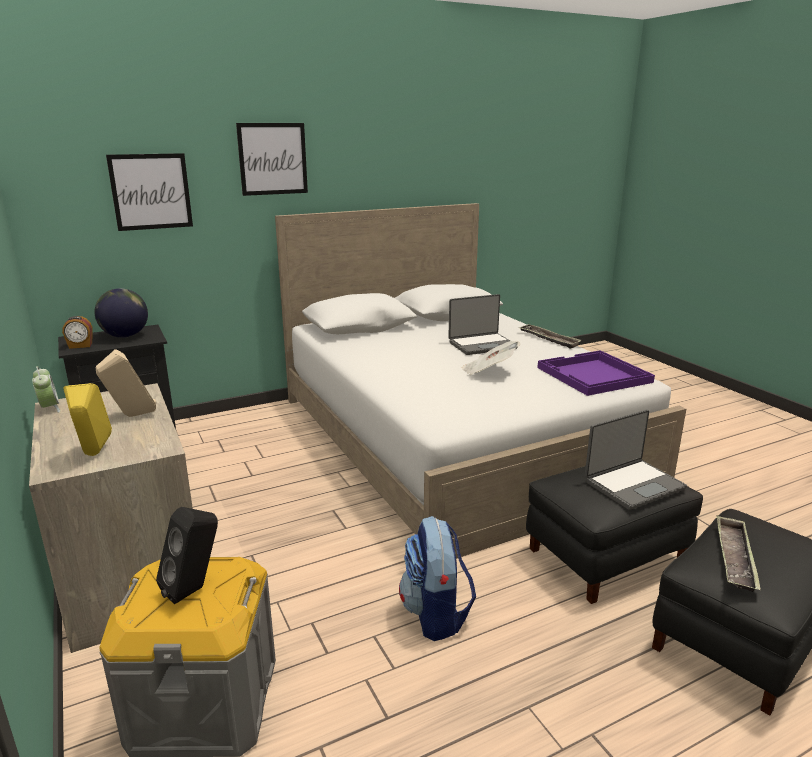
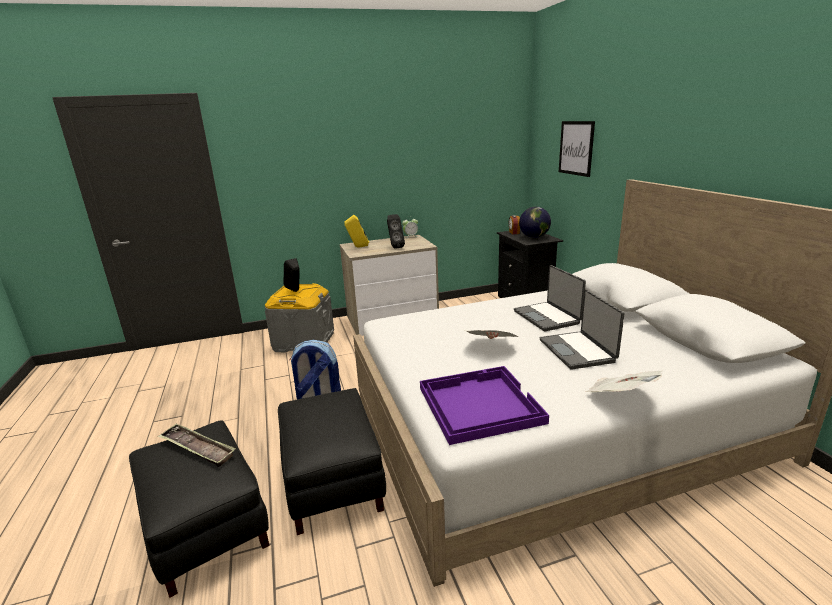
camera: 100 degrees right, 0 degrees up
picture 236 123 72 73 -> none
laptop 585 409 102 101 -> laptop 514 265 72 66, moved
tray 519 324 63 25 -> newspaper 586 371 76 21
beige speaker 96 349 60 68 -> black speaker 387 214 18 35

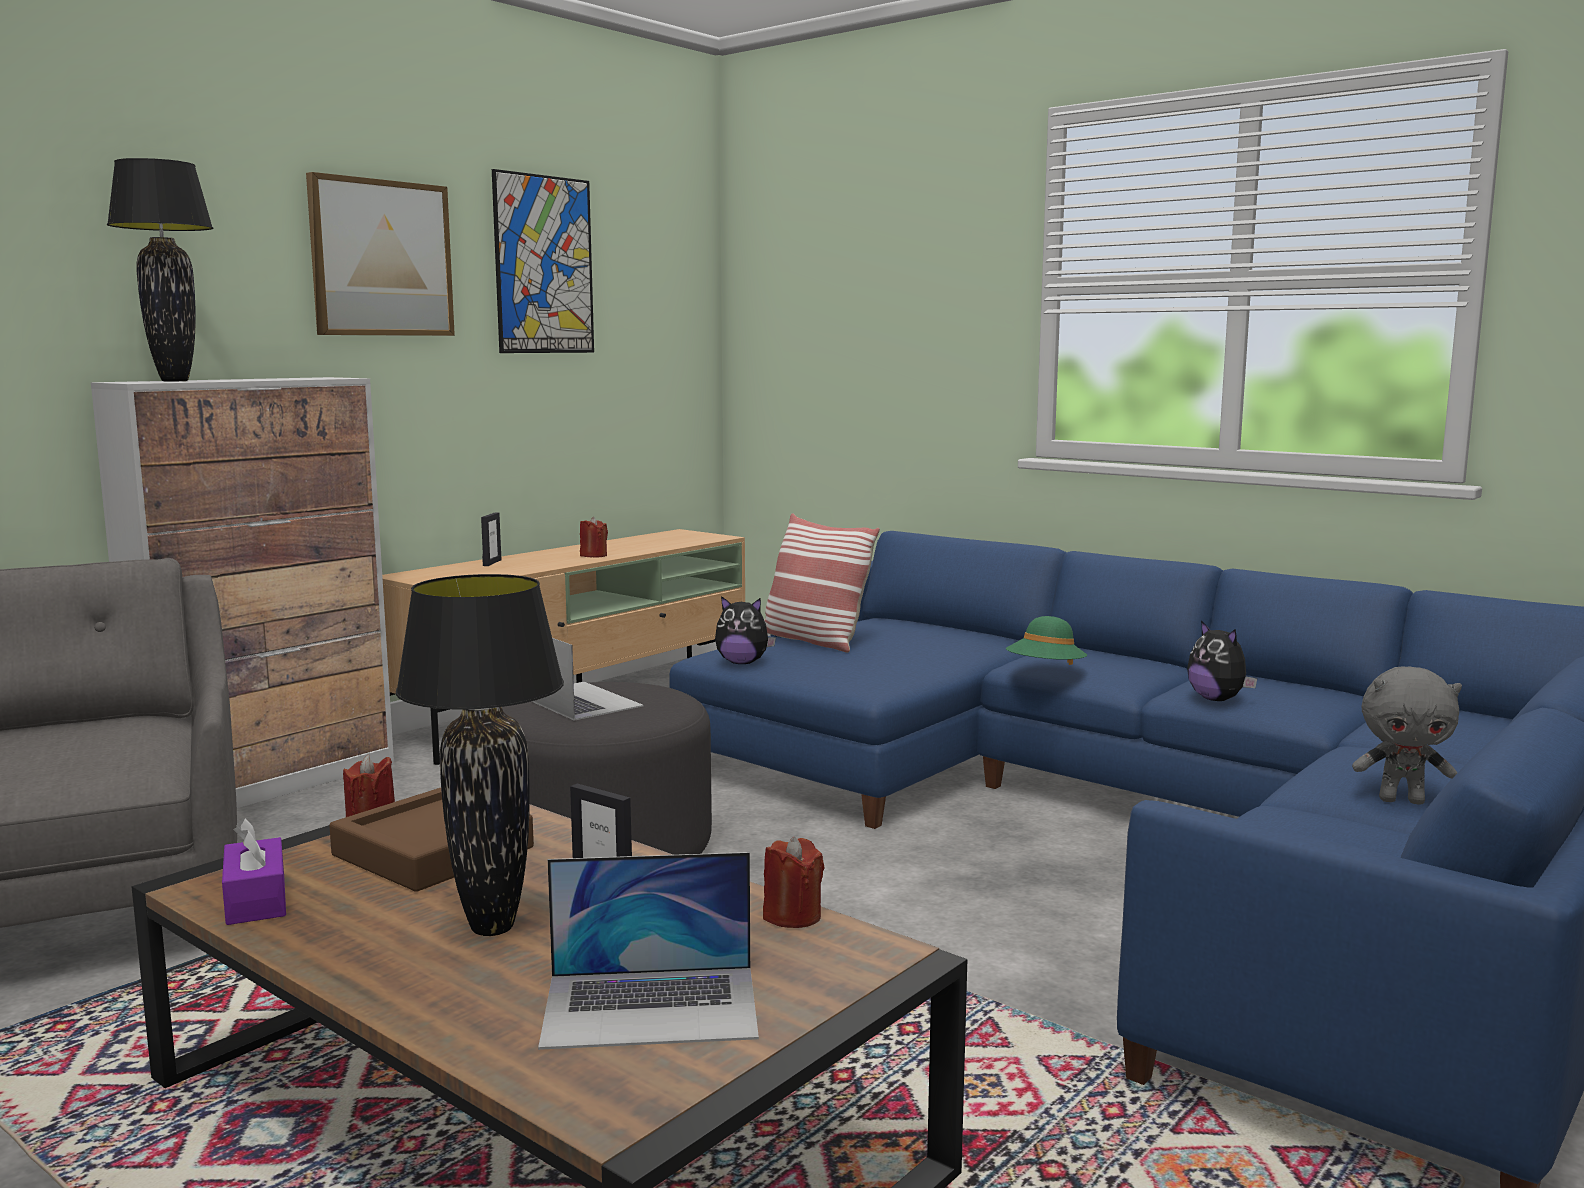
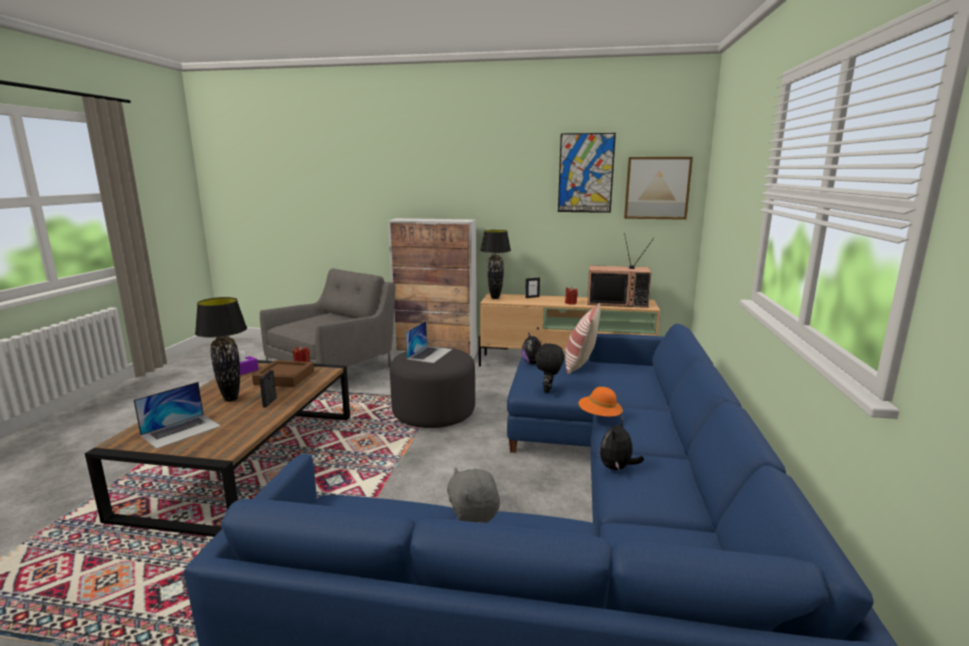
camera: 60 degrees right, 5 degrees up
red candle 763 837 62 91 -> none
none -> black plush toy 535 343 29 50
none -> television 587 233 67 75
black table lamp 107 158 107 223 -> black table lamp 480 230 31 69, moved
picture 306 172 149 164 -> picture 624 157 69 63, moved
green hat 1006 616 81 49 -> orange hat 578 387 45 32
laptop 538 852 221 198 -> laptop 134 382 87 67, 105 degrees counterclockwise

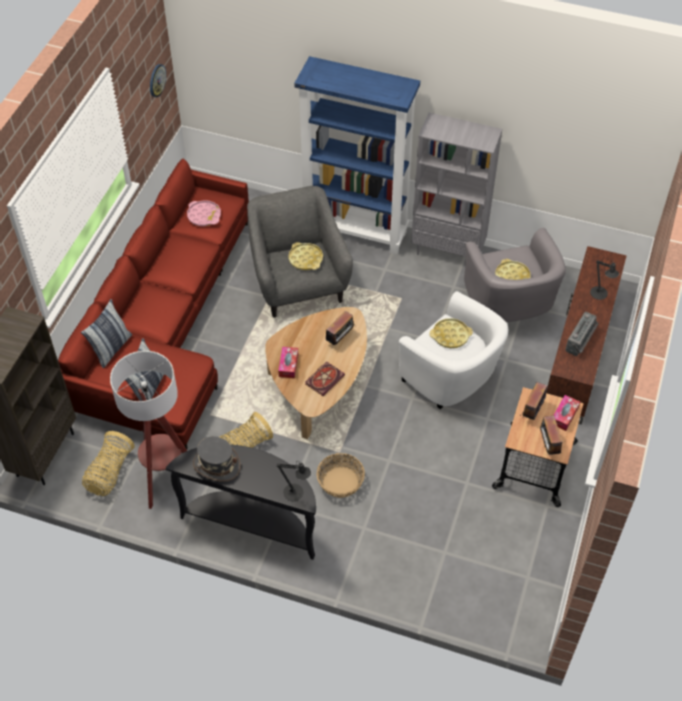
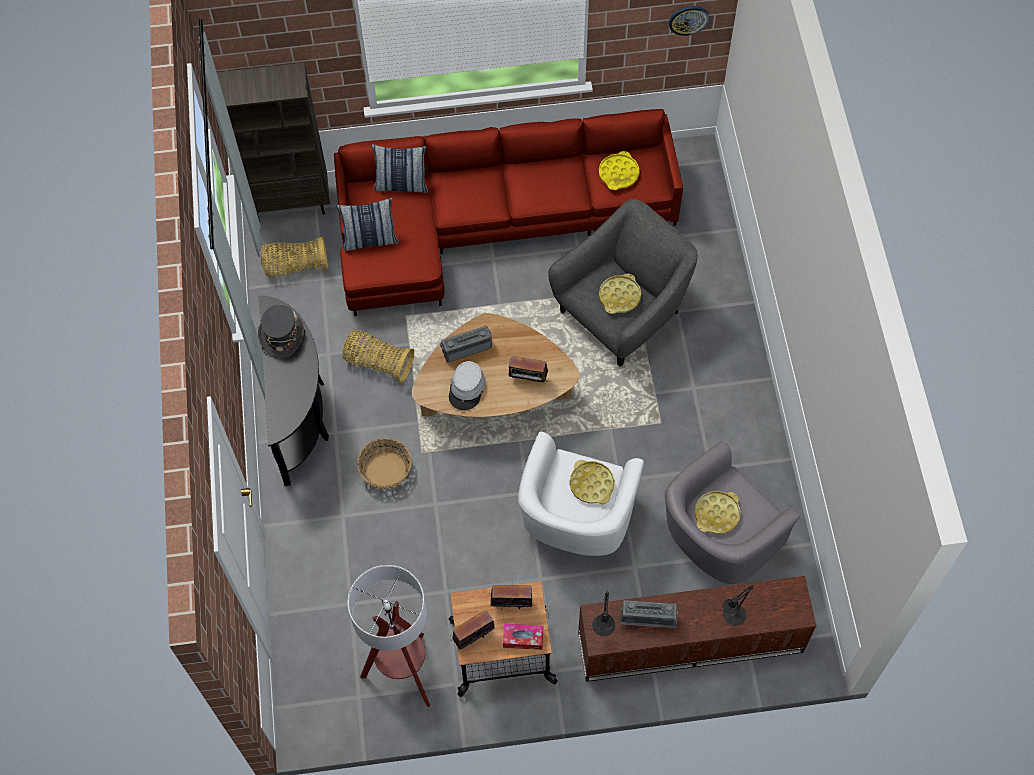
camera: 65 degrees right, 10 degrees up
blue bookcase 294 56 126 198 -> none
grey bookcase 411 113 91 143 -> none
floor lamp 110 351 77 158 -> floor lamp 348 565 82 142, moved
black table lamp 277 462 34 39 -> black table lamp 592 591 23 45, moved
tissue box 278 347 20 31 -> radio 440 325 52 37
book 306 362 39 34 -> grey hat 449 361 36 49
pink tray 187 200 34 26 -> yellow tray 599 151 40 39

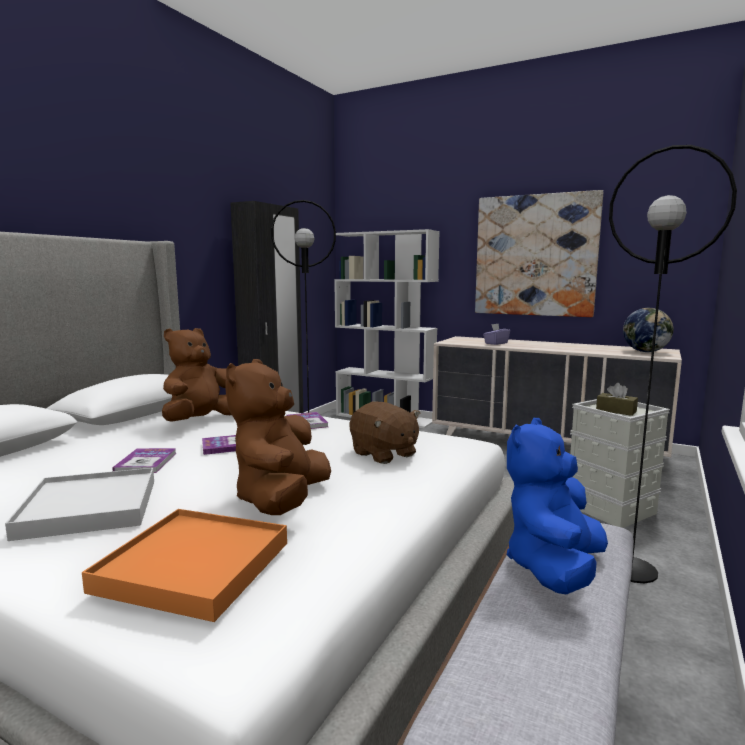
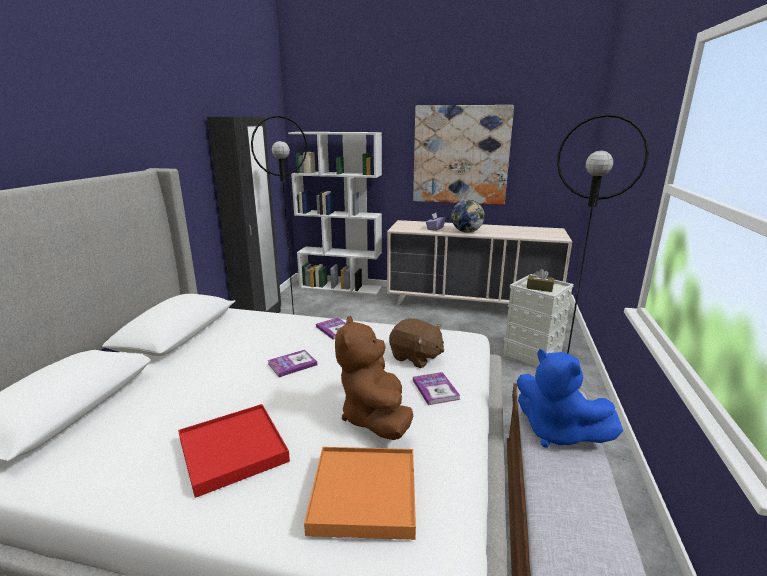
camera: 15 degrees left, 10 degrees up
brown plush toy 162 328 70 94 -> none
book 112 448 65 25 -> book 413 372 48 33, moved
globe 623 308 50 44 -> globe 451 200 34 33, moved
white tray 5 468 149 73 -> red tray 178 404 112 94
blue plush toy 507 418 101 177 -> blue plush toy 517 349 107 98, 60 degrees counterclockwise

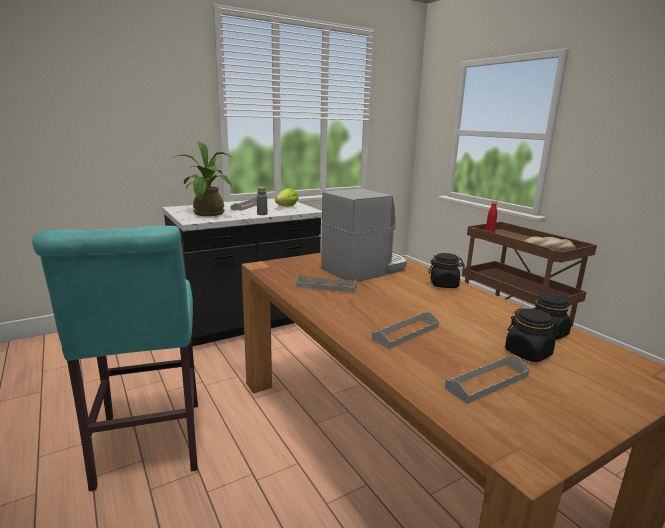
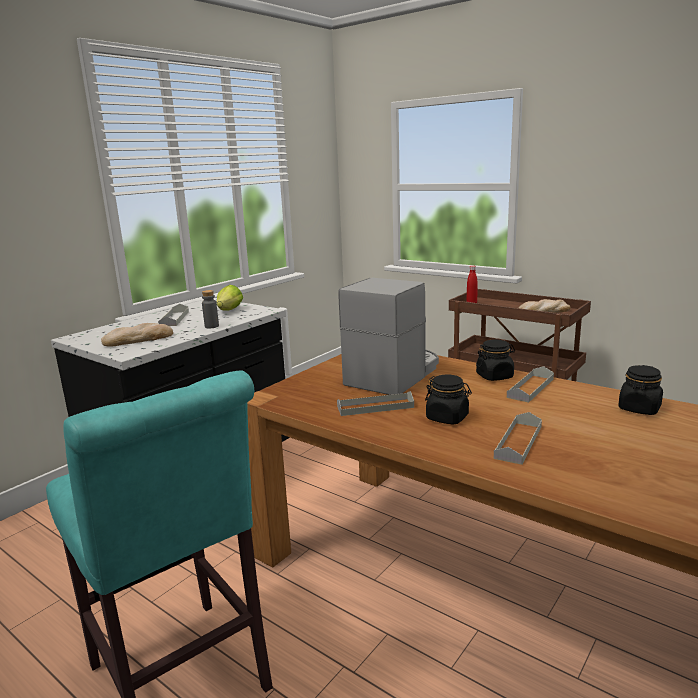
camera: 20 degrees left, 0 degrees up
grey tray 445 356 85 48 -> grey tray 507 366 47 37, moved
black jar 505 308 55 54 -> black jar 425 374 47 51, moved
potted plant 171 141 64 75 -> bread 101 323 72 23

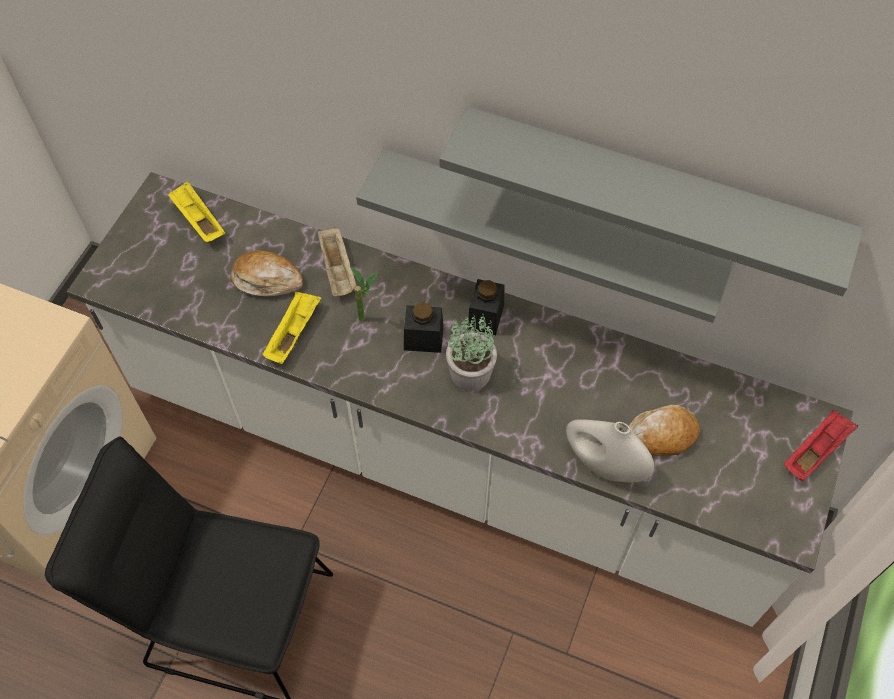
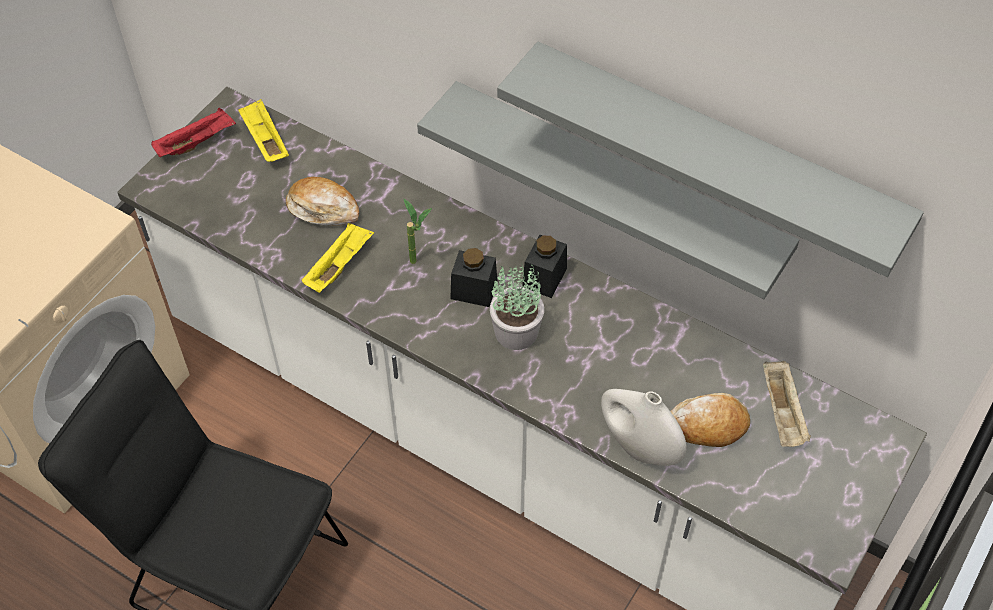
camera: 10 degrees right, 5 degrees down
beige tray 318 227 39 69 -> beige tray 763 361 48 86, moved
red tray 784 410 74 71 -> red tray 151 108 85 49, moved

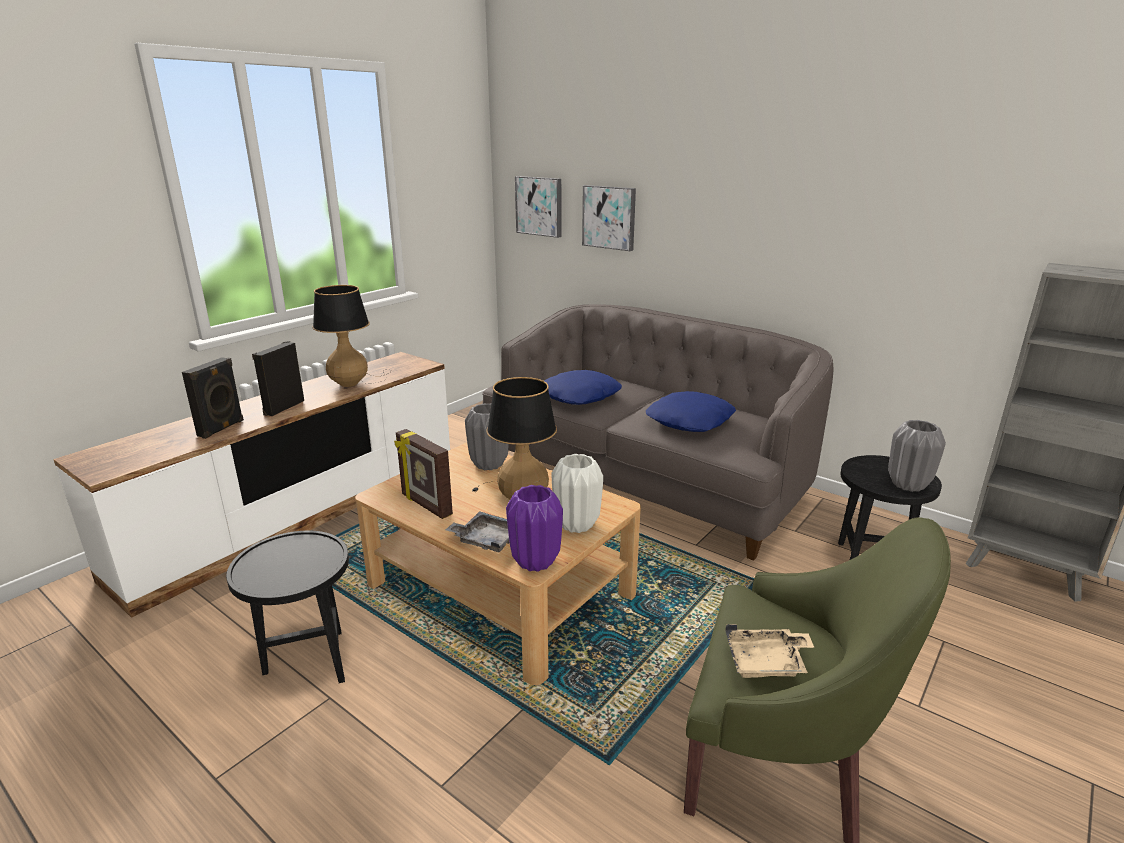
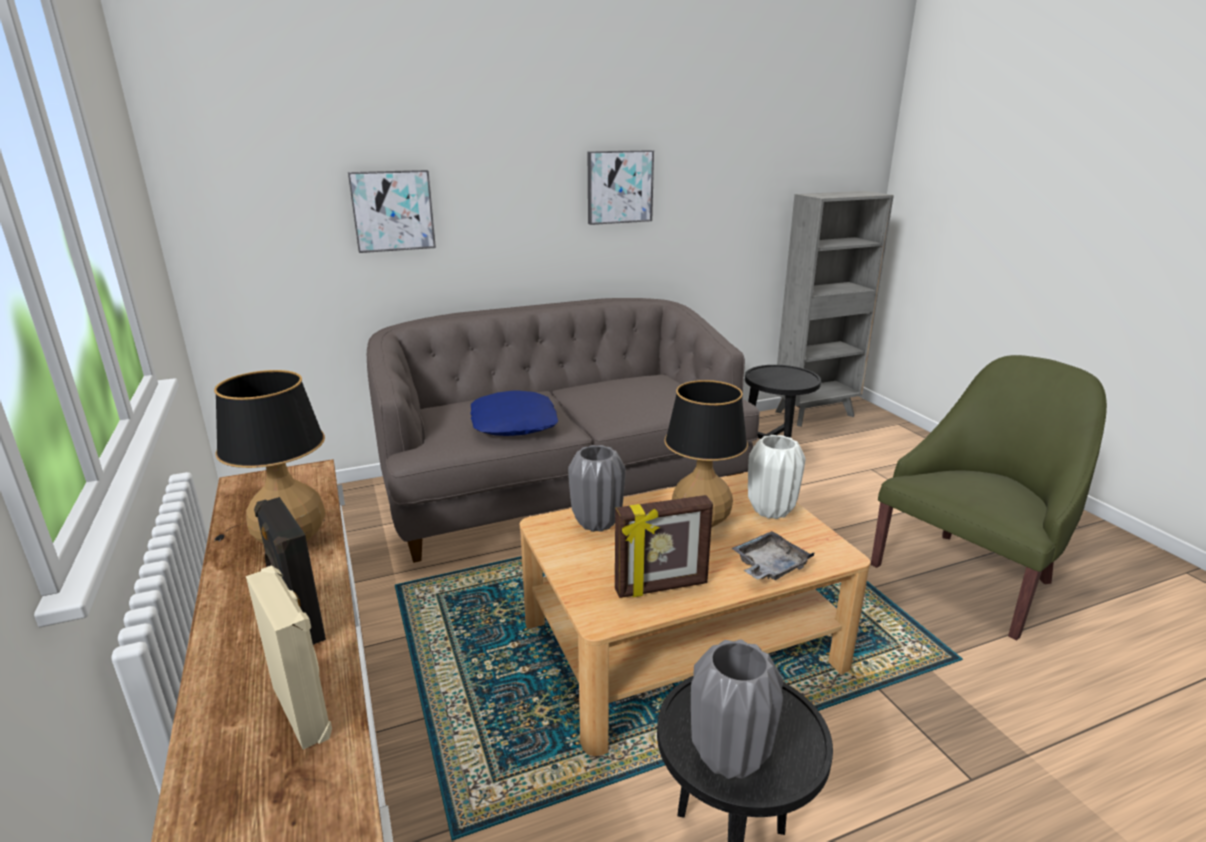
camera: 60 degrees left, 0 degrees up
purple vase 506 485 57 87 -> none
blue pillow 646 391 90 41 -> none
beige tray 725 624 90 54 -> none
picture 515 176 46 62 -> picture 588 150 66 75, moved
grey vase 888 420 58 72 -> grey vase 691 639 92 140, moved
black speaker 182 357 62 82 -> beige speaker 246 565 86 185

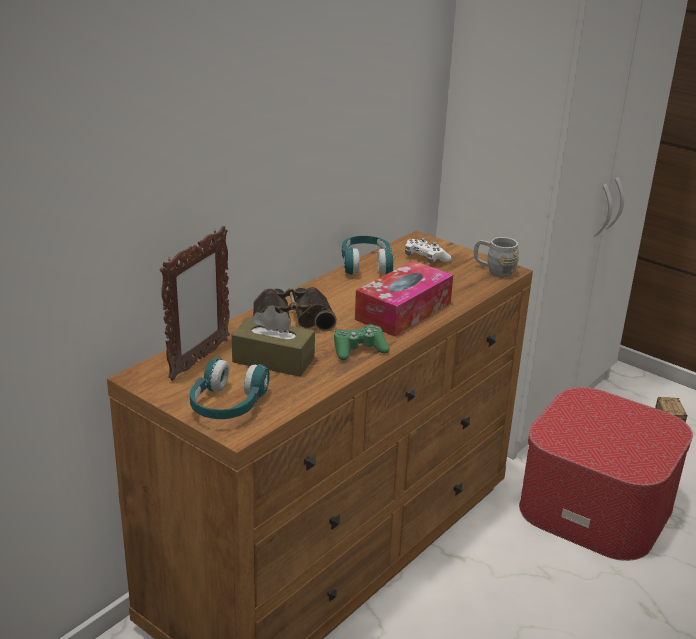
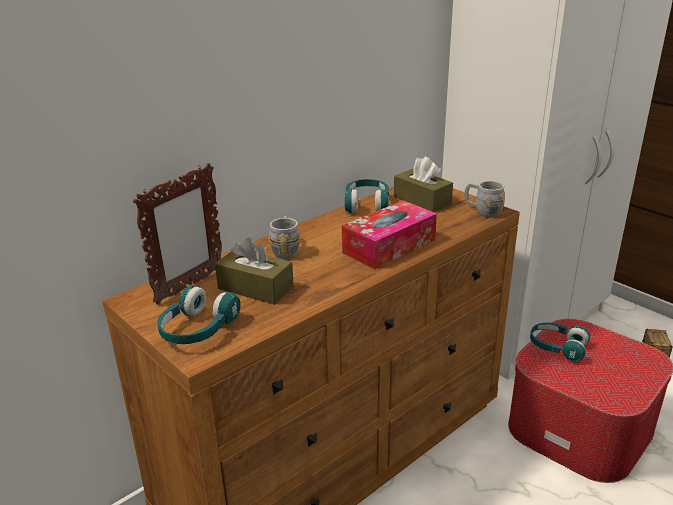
camera: 10 degrees right, 0 degrees up
green game controller 334 324 56 37 -> none
none -> turquoise headphones 530 323 60 39
binoculars 253 287 84 45 -> grey mug 269 216 31 43
white game controller 405 238 46 25 -> brown tissue box 394 157 59 55

